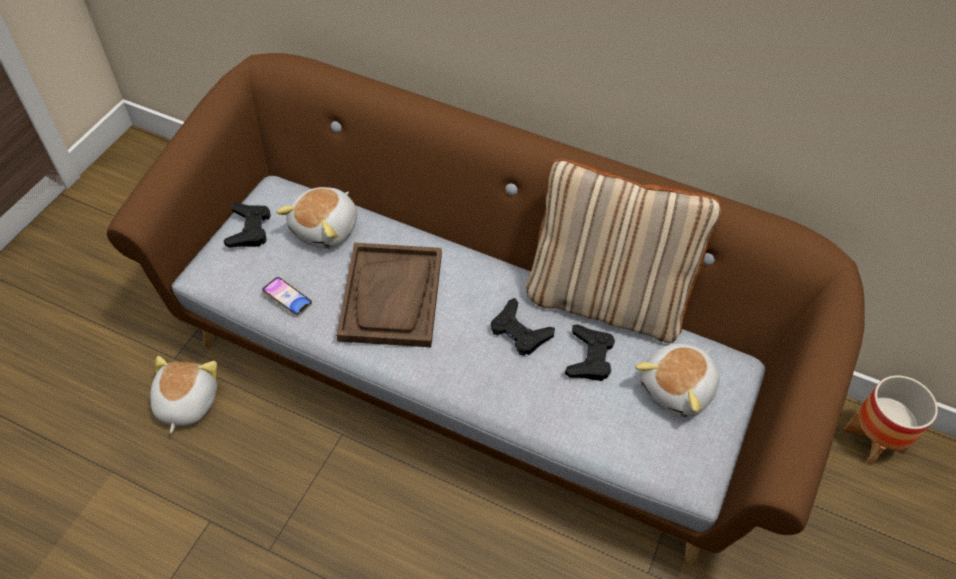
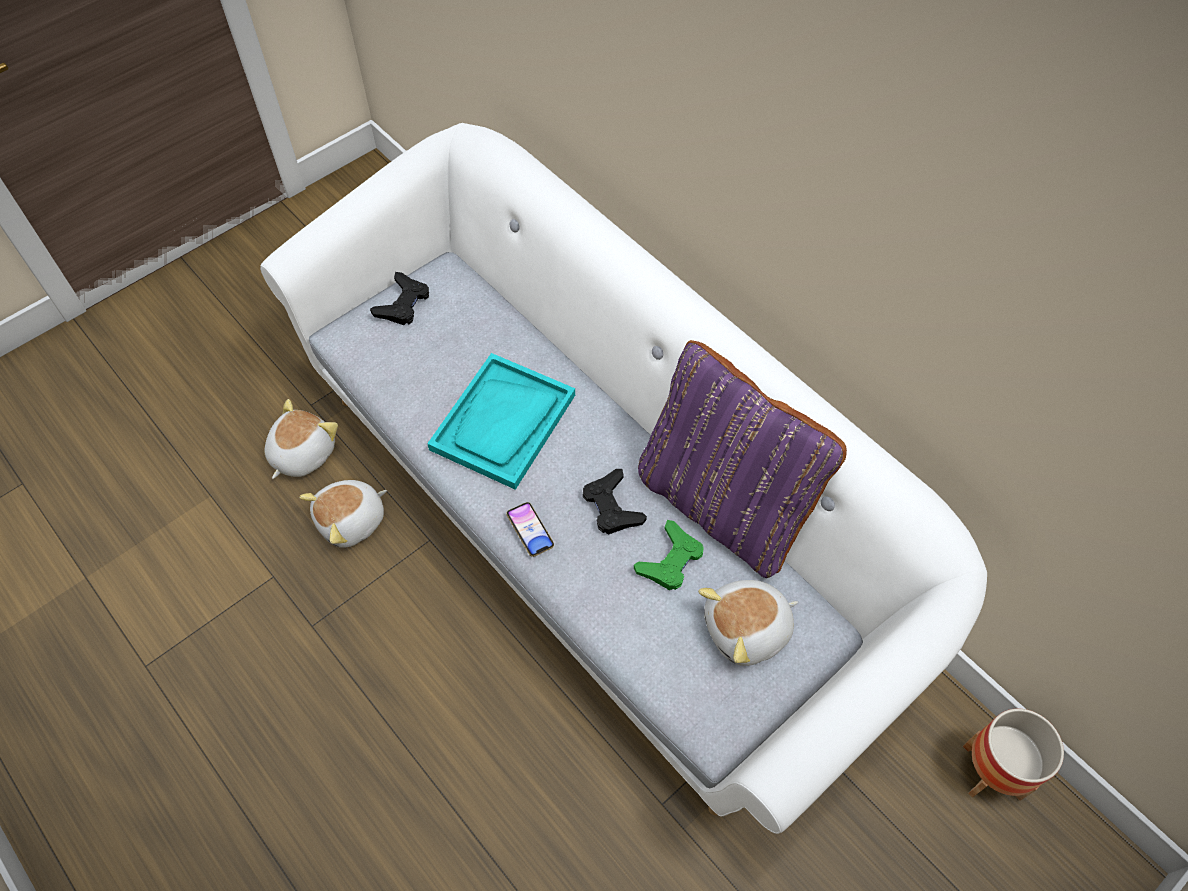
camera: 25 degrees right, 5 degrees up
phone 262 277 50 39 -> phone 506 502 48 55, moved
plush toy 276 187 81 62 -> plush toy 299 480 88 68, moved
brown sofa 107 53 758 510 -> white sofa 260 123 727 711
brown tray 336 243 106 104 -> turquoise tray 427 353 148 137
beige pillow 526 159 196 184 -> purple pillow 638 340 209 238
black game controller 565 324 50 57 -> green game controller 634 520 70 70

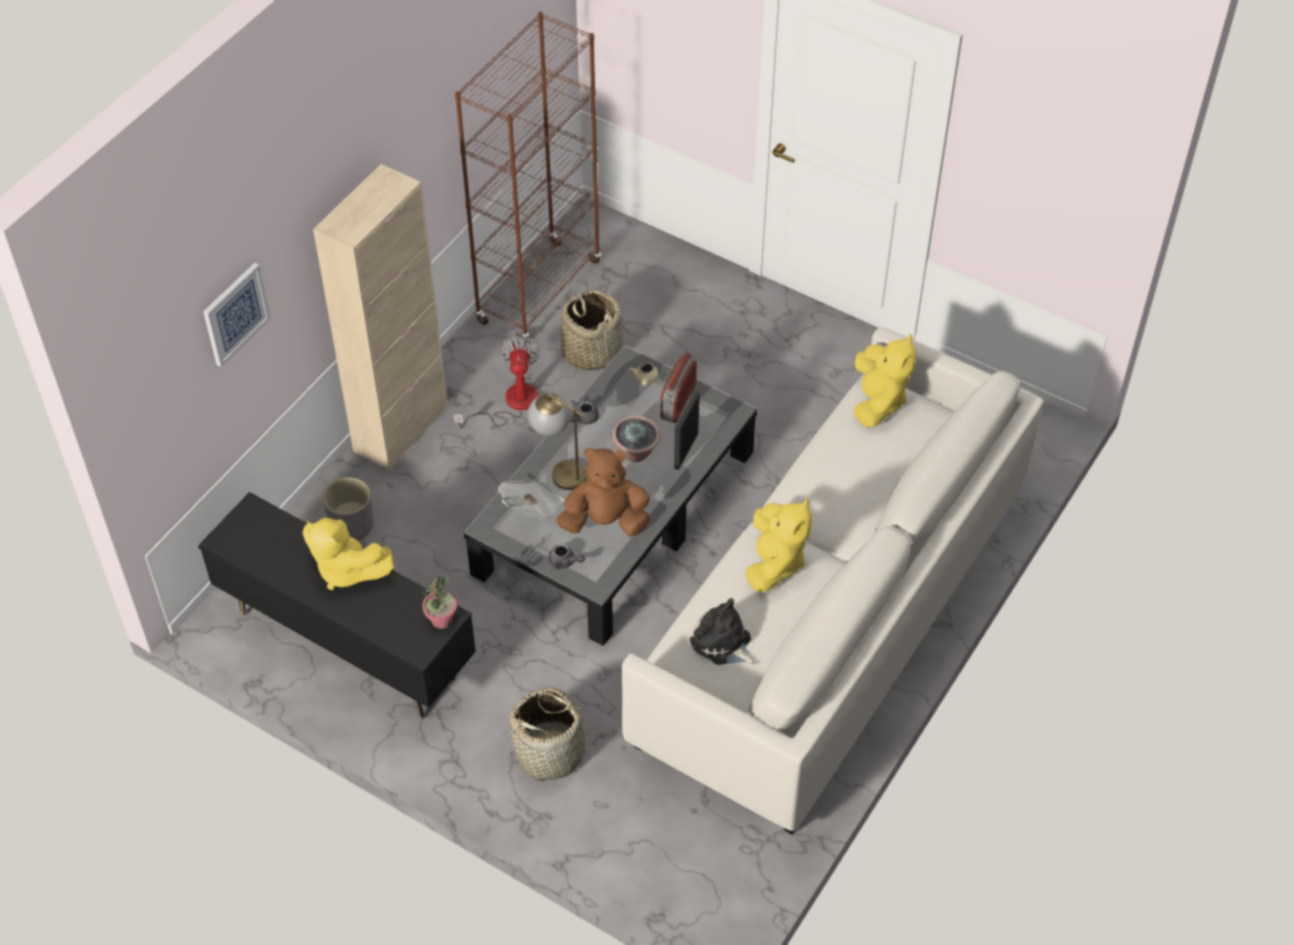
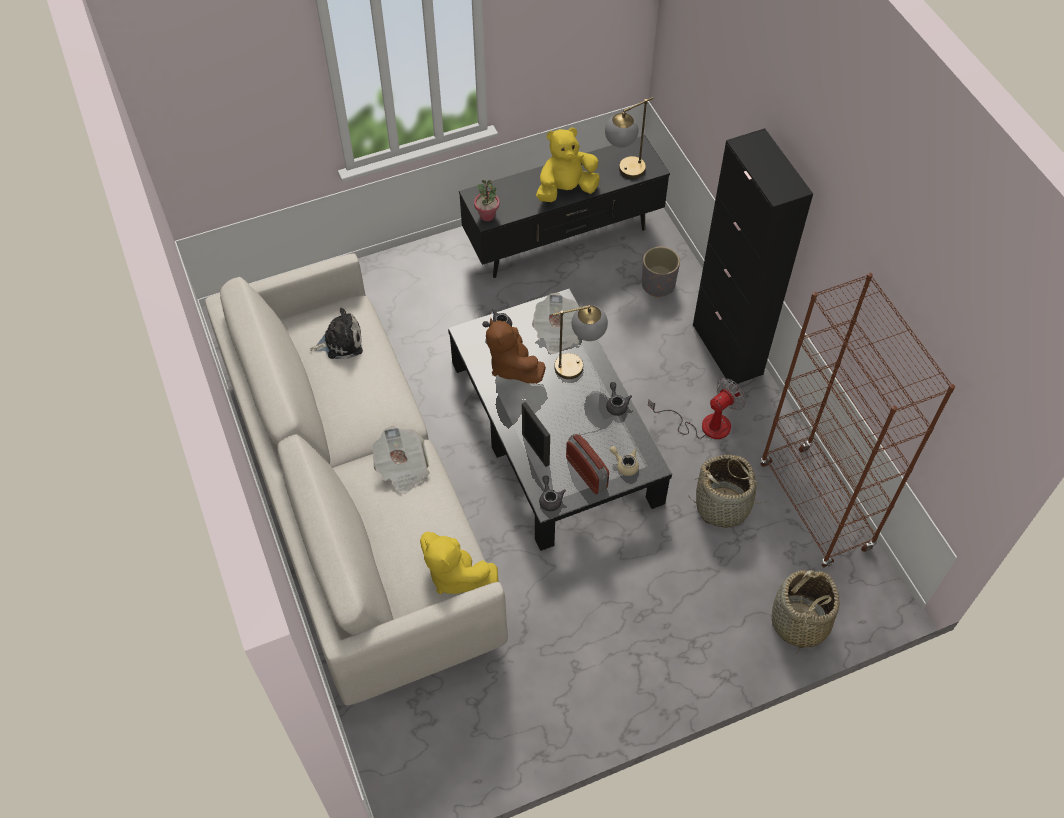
camera: 125 degrees right, 5 degrees up
picture 203 263 68 104 -> none
potted plant 611 415 49 47 -> none
yellow plush toy 745 497 67 95 -> none
none -> newspaper 372 426 58 68
none -> grey teapot 539 476 27 35
none -> table lamp 605 97 48 82
basket 507 687 94 94 -> basket 772 570 67 84, moved
beige cabinet 313 164 135 306 -> black cabinet 693 128 120 256
fan 453 336 88 92 -> fan 648 378 98 61, 75 degrees counterclockwise
brown plush toy 557 448 93 89 -> brown plush toy 486 318 60 66, 120 degrees clockwise

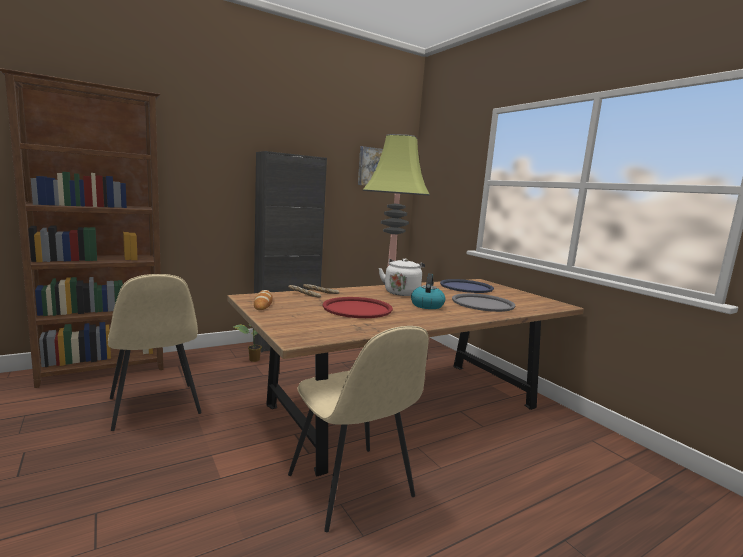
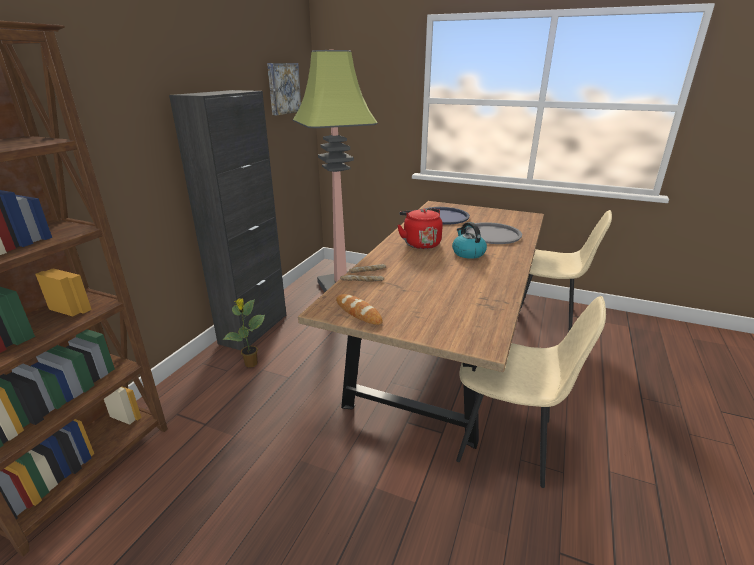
camera: 35 degrees left, 15 degrees up
red tray 323 297 70 21 -> none
beige chair 108 274 94 157 -> beige chair 519 210 93 121, moved
white kettle 379 258 46 38 -> red kettle 398 208 45 41

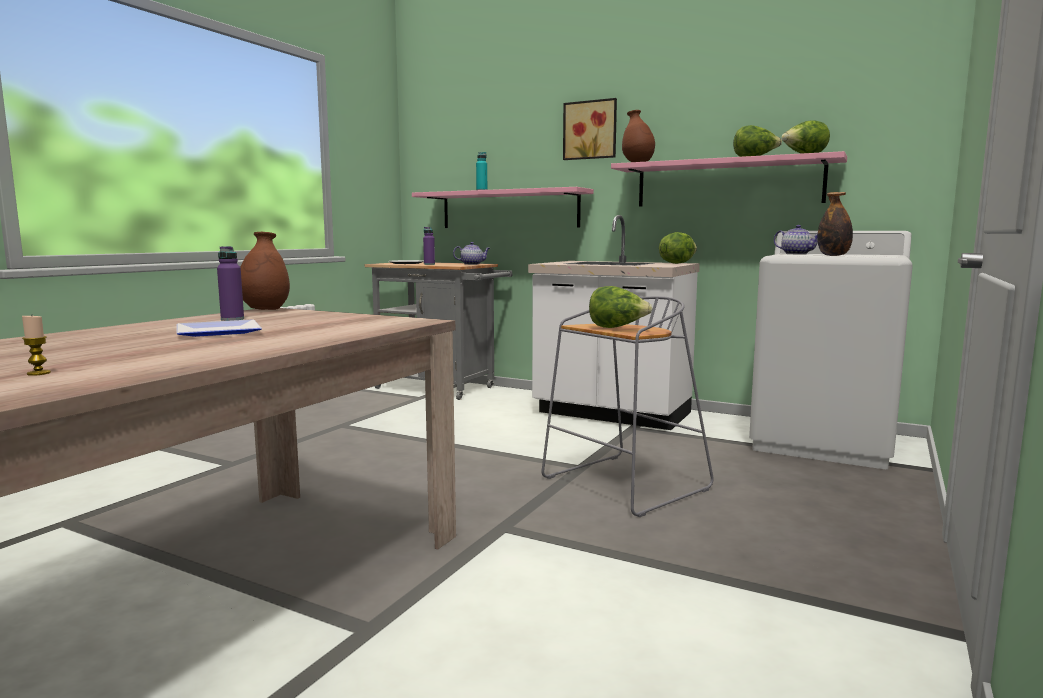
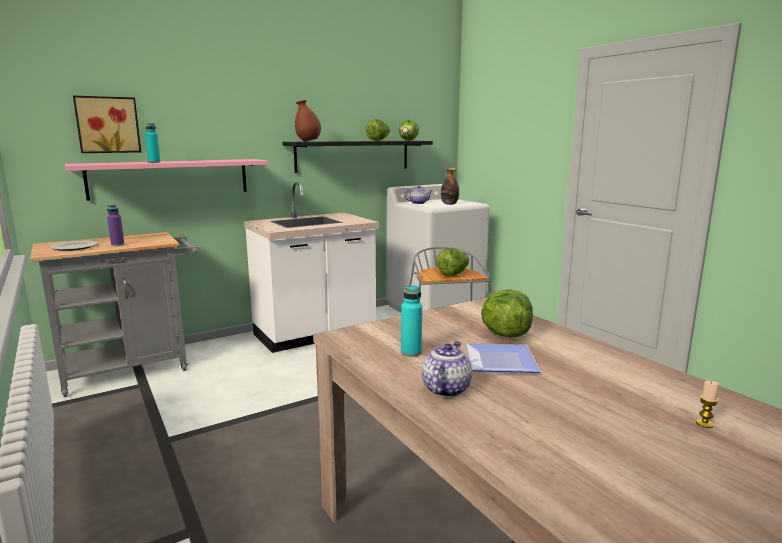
camera: 60 degrees left, 5 degrees up
brown vase 241 232 49 78 -> none
teapot 453 242 37 23 -> teapot 421 342 51 55, moved
picture 563 98 54 62 -> picture 73 96 68 57, moved
lettuce 659 232 38 32 -> lettuce 481 289 52 48, moved
purple bottle 217 246 27 75 -> turquoise bottle 401 285 21 72
pink shelf 611 151 236 56 -> black shelf 282 141 151 32

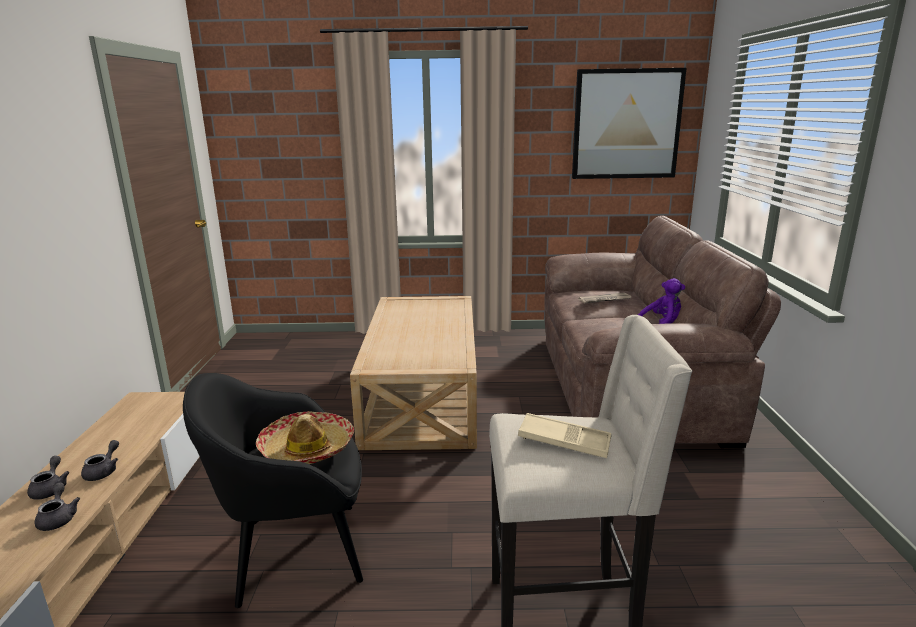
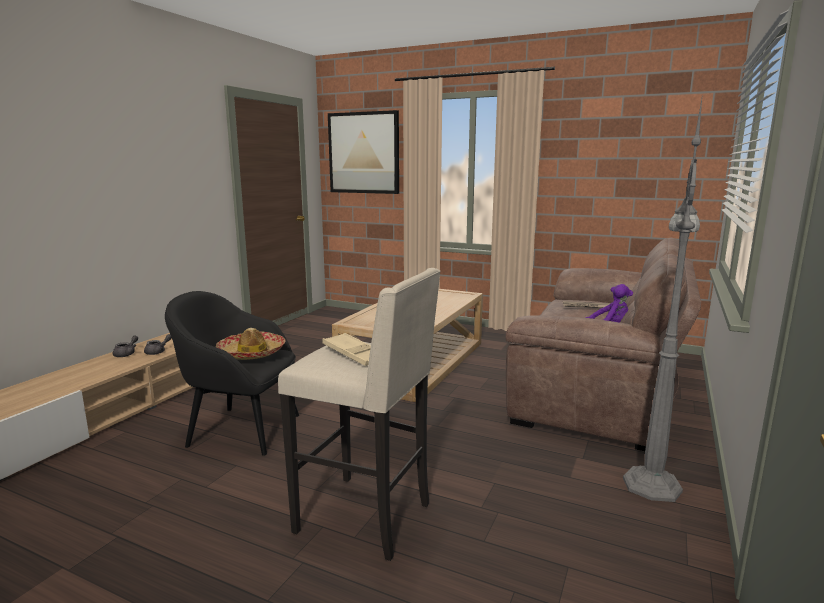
camera: 25 degrees right, 5 degrees down
grey teapot 34 483 46 48 -> none
none -> grey floor lamp 623 94 80 408
picture 572 68 114 111 -> picture 328 110 71 84, moved

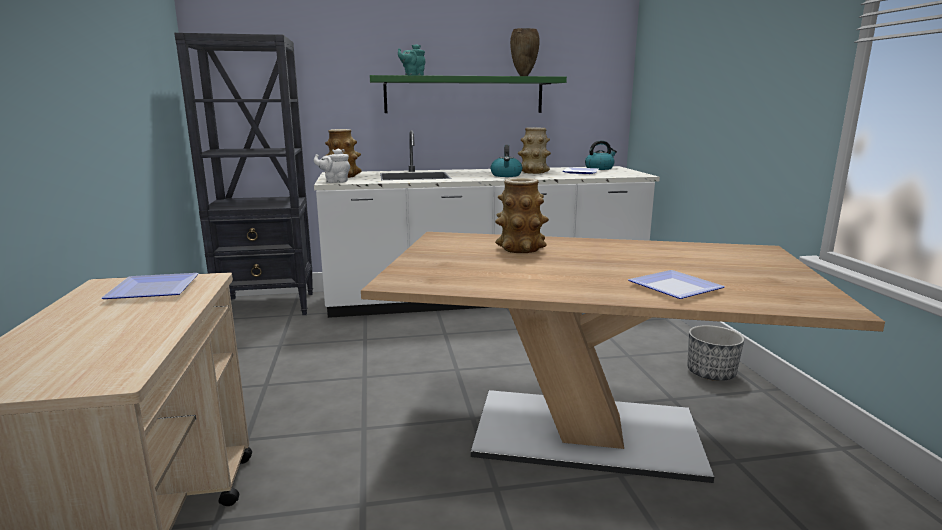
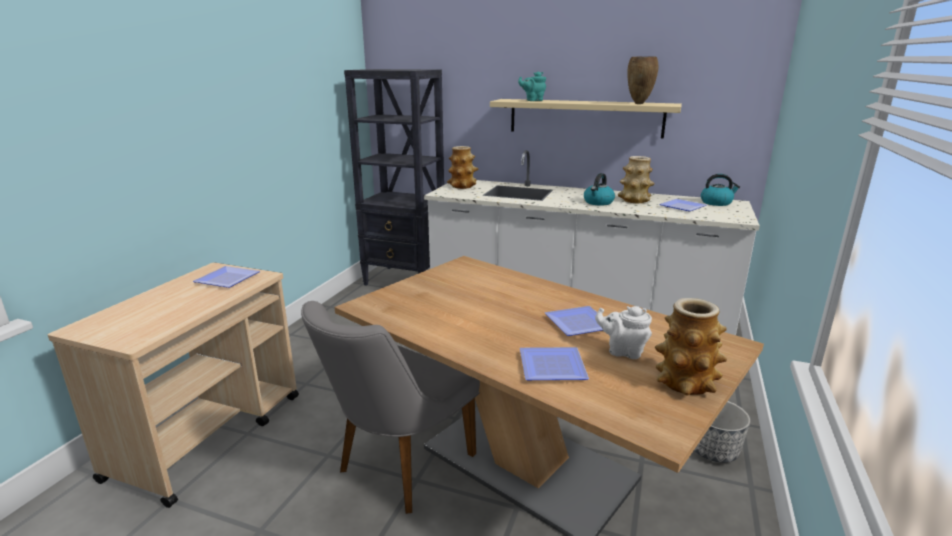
camera: 30 degrees right, 5 degrees up
none -> grey chair 301 301 179 213
none -> plate 545 306 58 30
white teapot 314 149 36 34 -> white teapot 595 306 57 53, moved
vase 495 177 54 76 -> vase 655 298 72 98, moved
green shelf 370 75 197 38 -> beige shelf 490 99 192 39

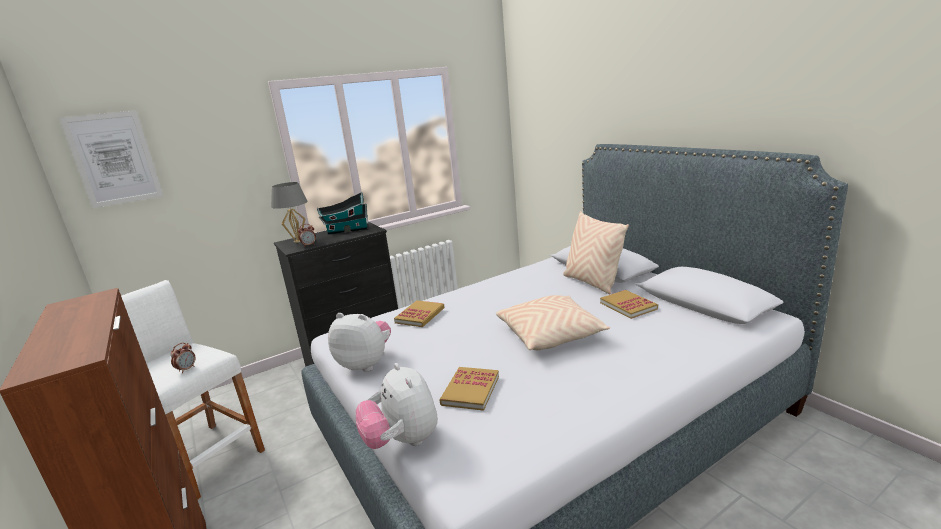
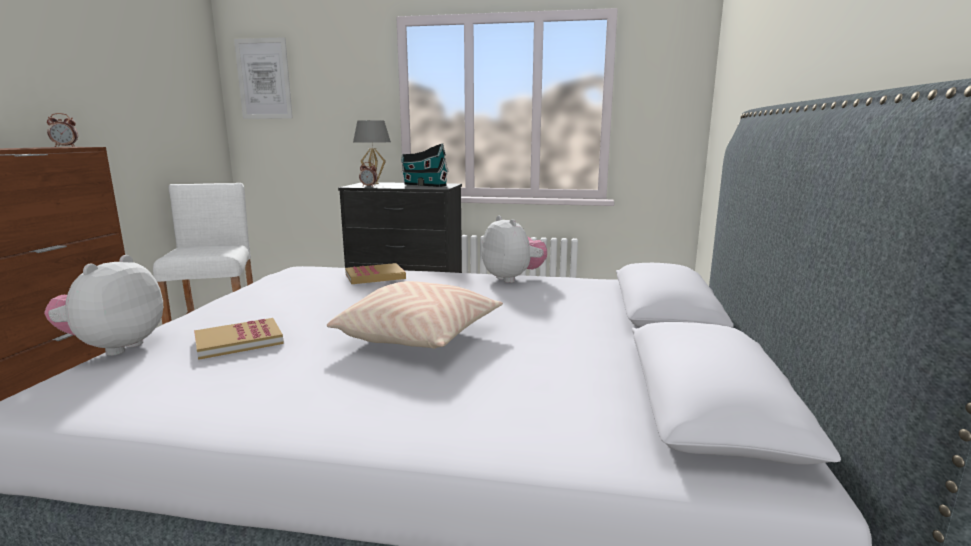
camera: 40 degrees right, 5 degrees down
beige pillow 563 211 66 83 -> none
book 600 290 58 29 -> none
alarm clock 170 342 26 31 -> alarm clock 47 113 31 34, moved
plush toy 328 313 63 59 -> plush toy 482 216 65 67, moved

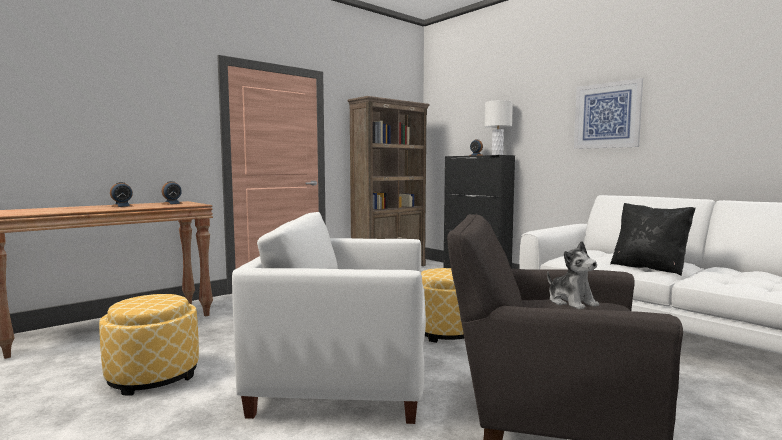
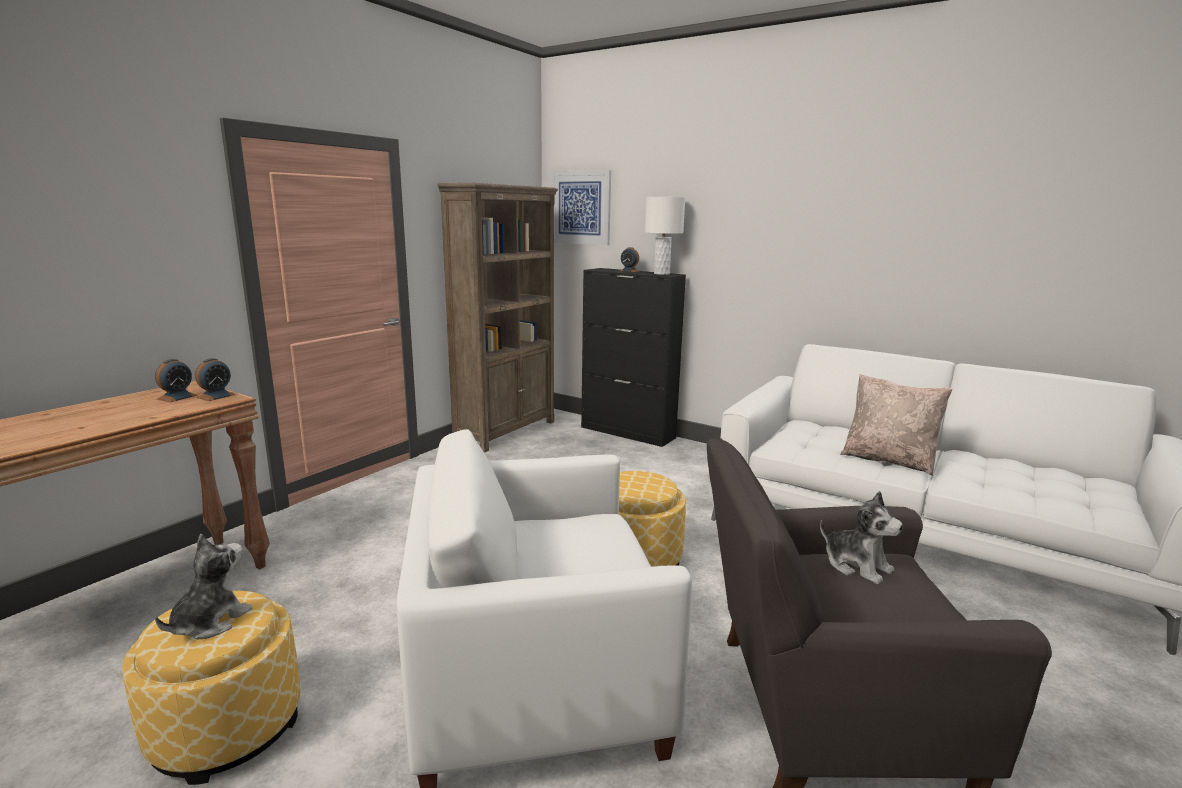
camera: 15 degrees left, 10 degrees up
none -> plush toy 155 534 98 105
alarm clock 110 182 23 25 -> alarm clock 195 358 41 43, moved
picture 574 78 69 71 -> picture 551 170 60 76, moved
black pillow 610 203 86 73 -> beige pillow 841 374 112 102

